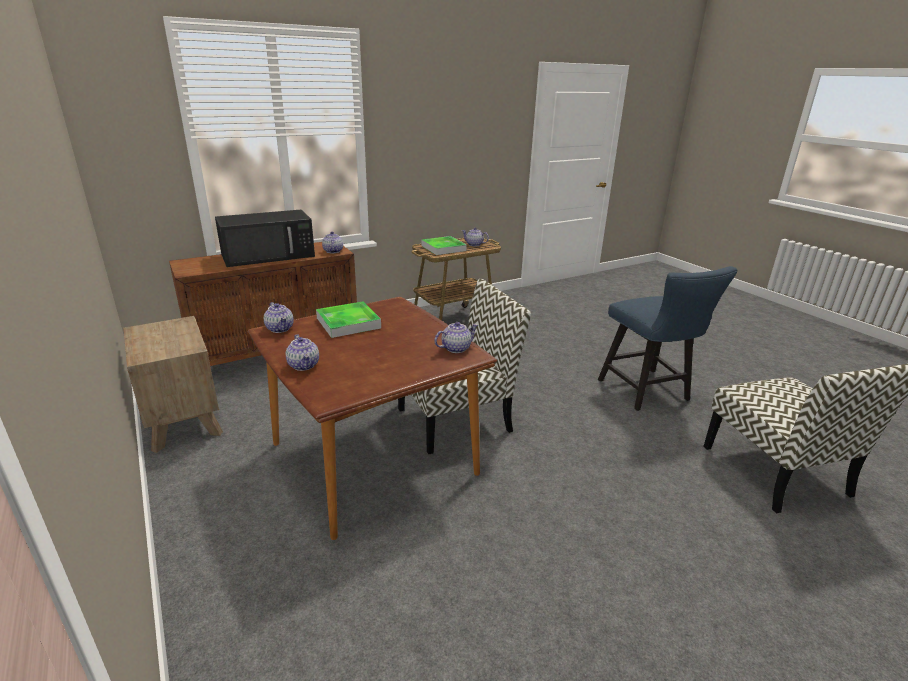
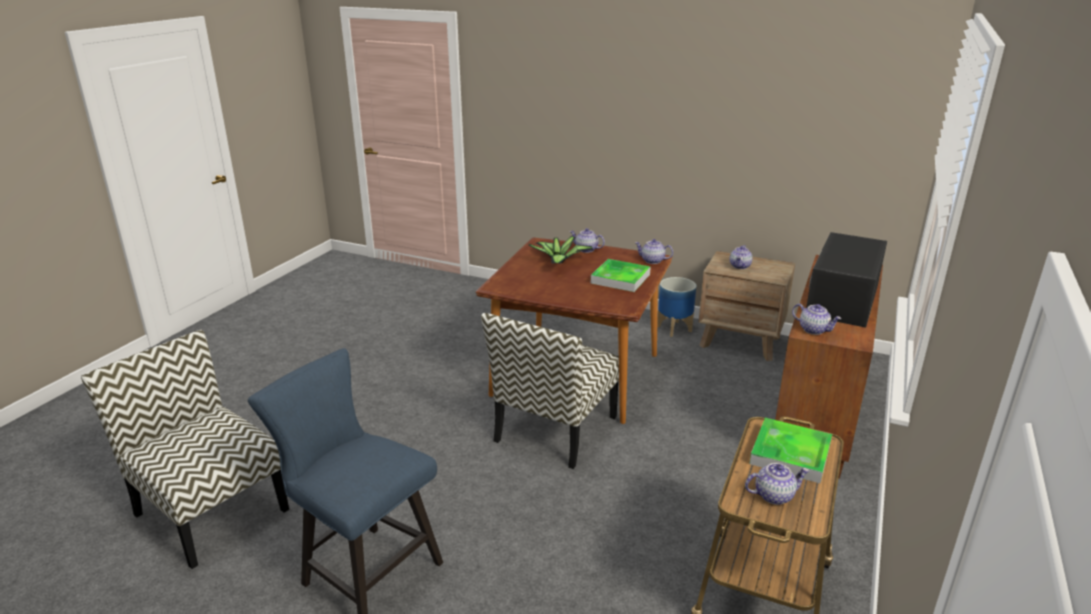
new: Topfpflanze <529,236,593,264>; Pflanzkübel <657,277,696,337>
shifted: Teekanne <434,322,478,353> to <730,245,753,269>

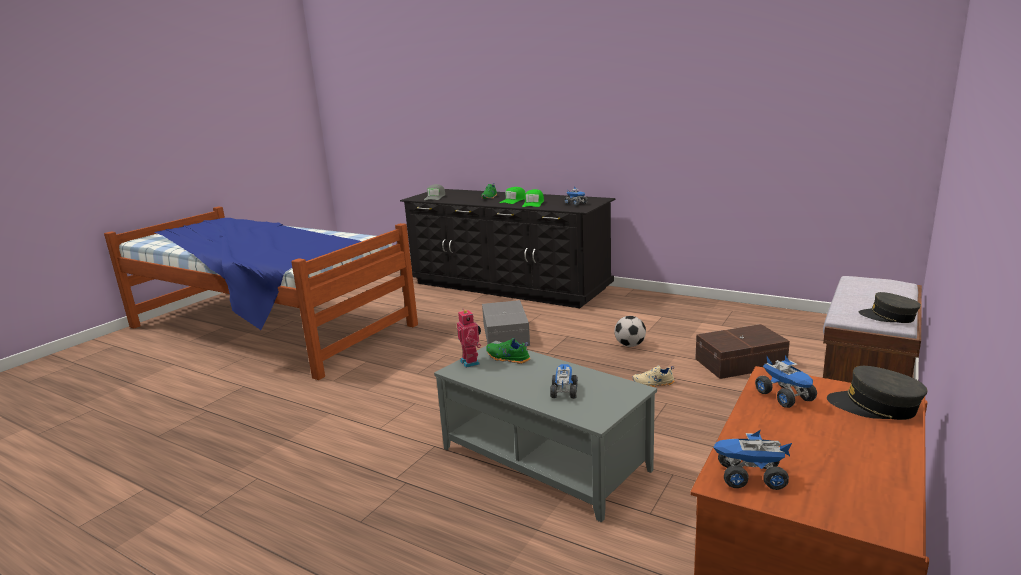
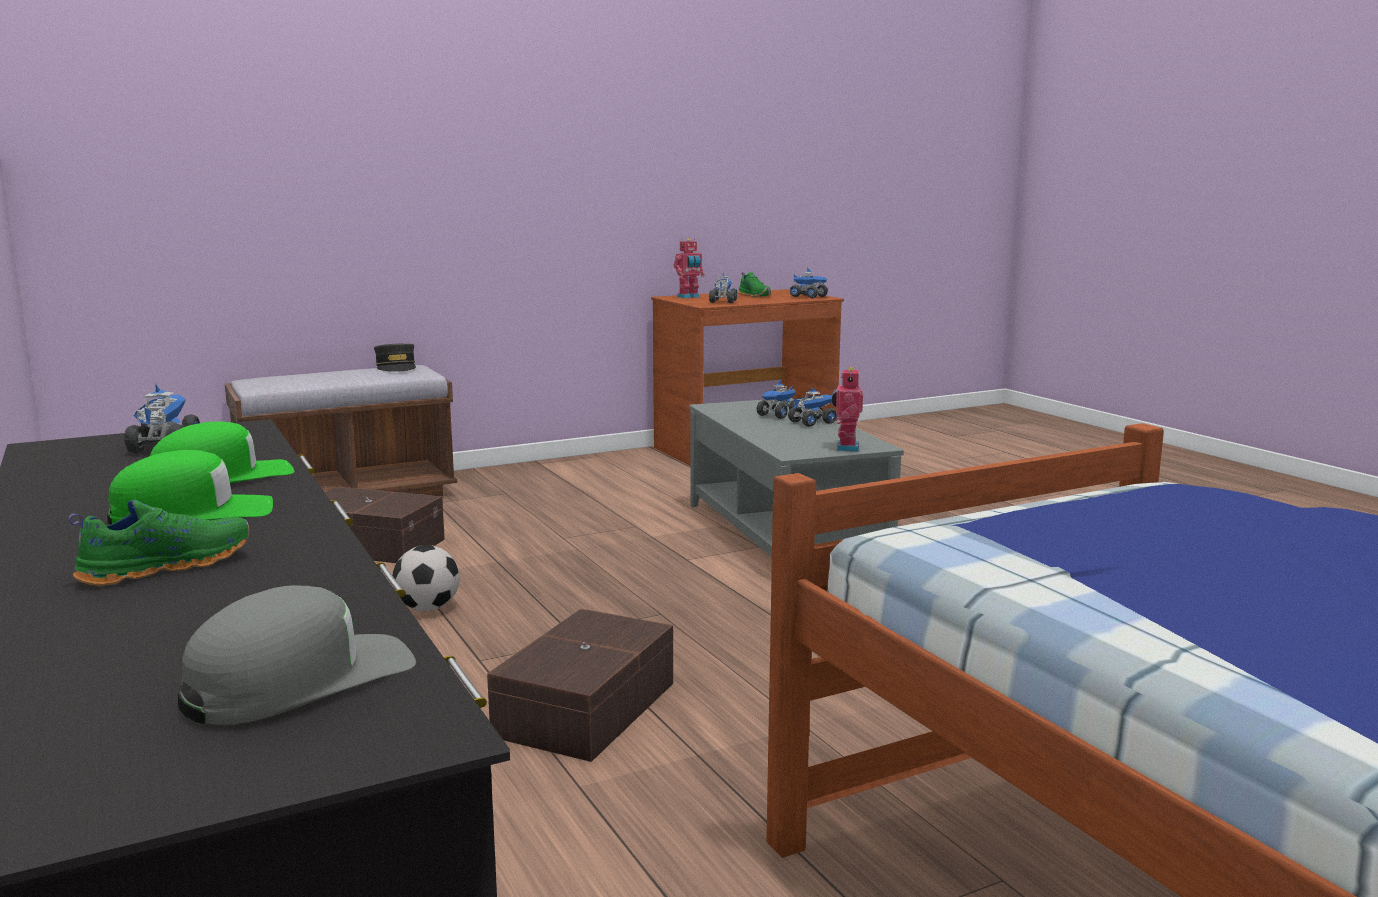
gone: Schuh [beige] <632,365,675,387>
new: Spielzeuglaster <788,387,837,427>
shifted: Schuh [grün] <486,338,531,364> to <738,272,771,297>
swapped: Kappe [grau] <827,366,927,420> to Spielzeugroboter <674,238,705,298>
repainted: Aufbewahrungsbox [grau] <482,300,530,346> to Aufbewahrungsbox [braun] <487,609,673,762>

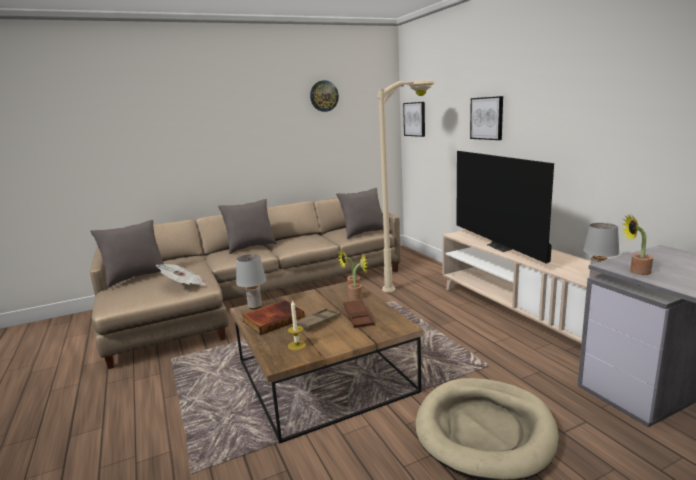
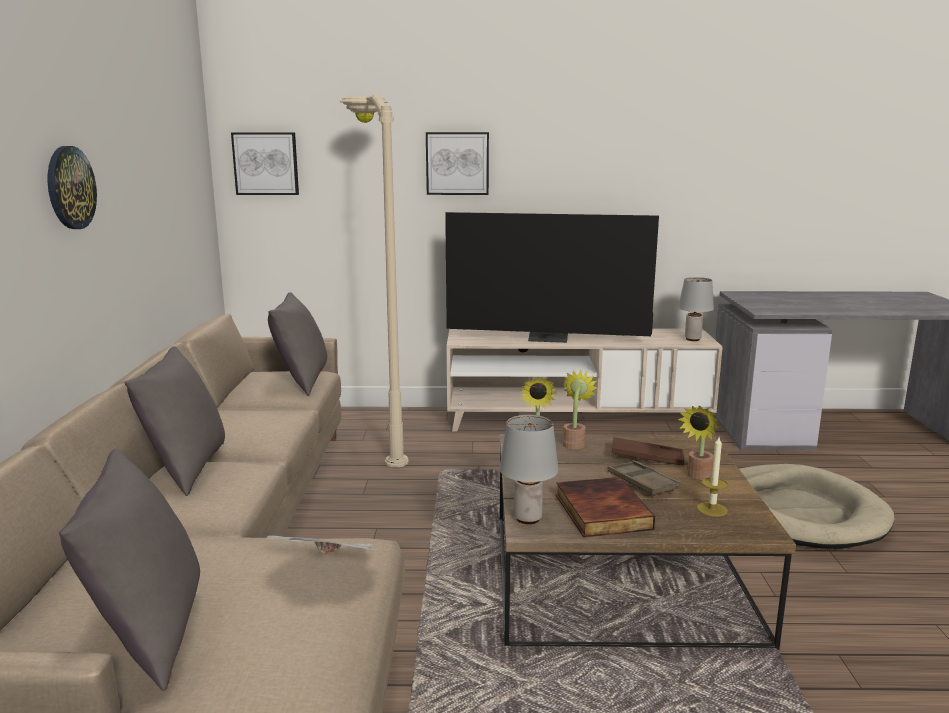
shifted: Wanduhr <310,80,339,112> to <47,146,97,229>; Topfpflanze <621,215,653,275> to <678,405,719,480>

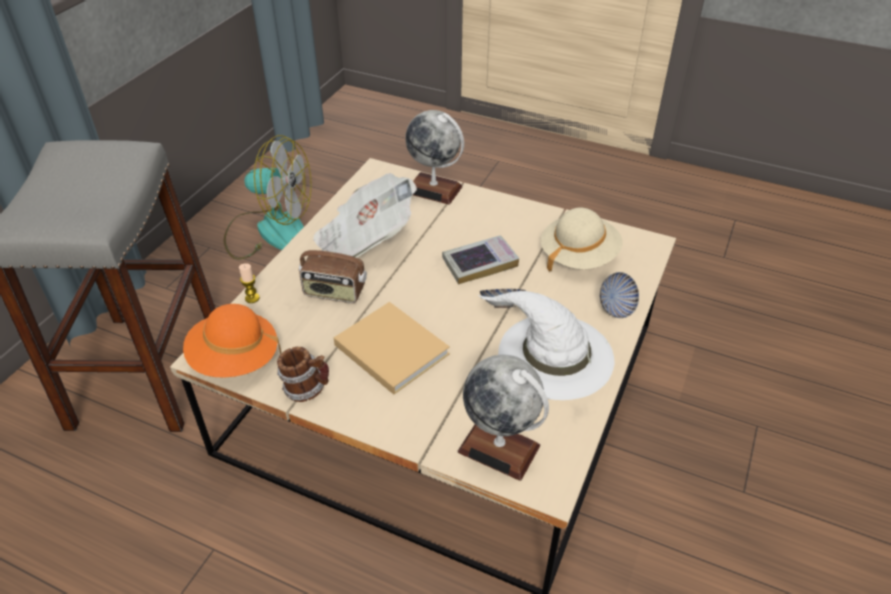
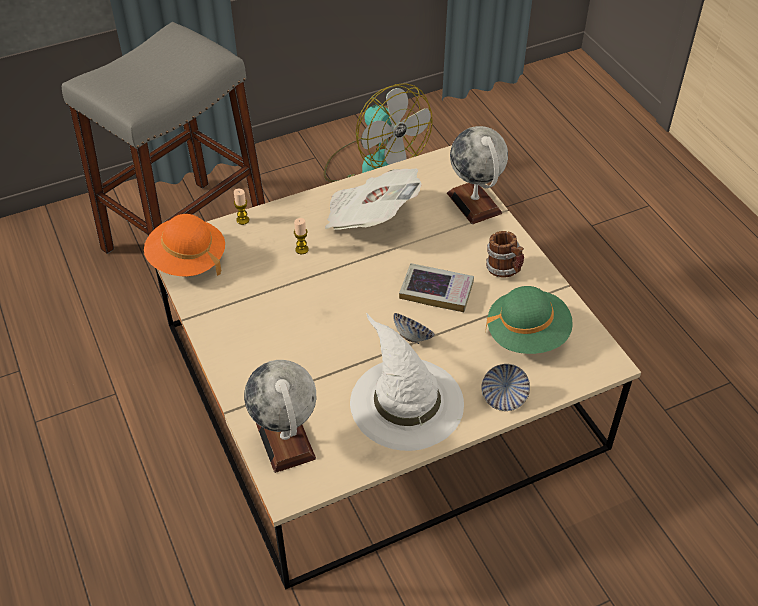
gone: Buch [beige] <334,302,450,394>
shifted: Henkelbecher <277,347,329,402> to <486,231,524,278>
swapped: Radio <299,234,367,303> to Kerze <294,218,309,254>
repainted: Hut [beige] <540,207,623,272> to Hut [grün] <485,286,573,354>

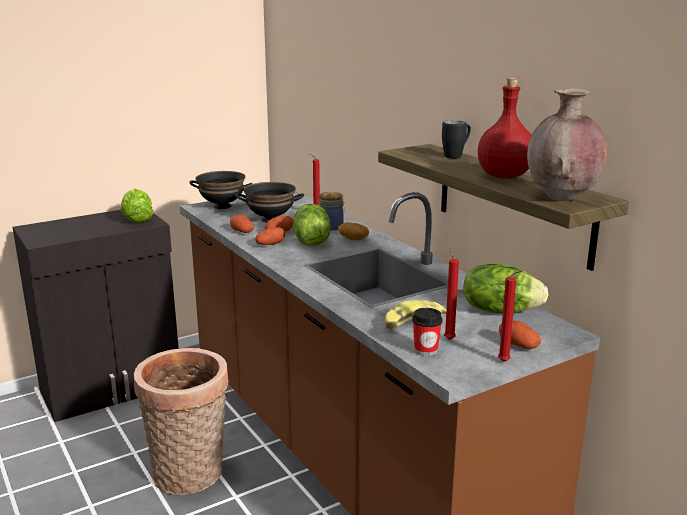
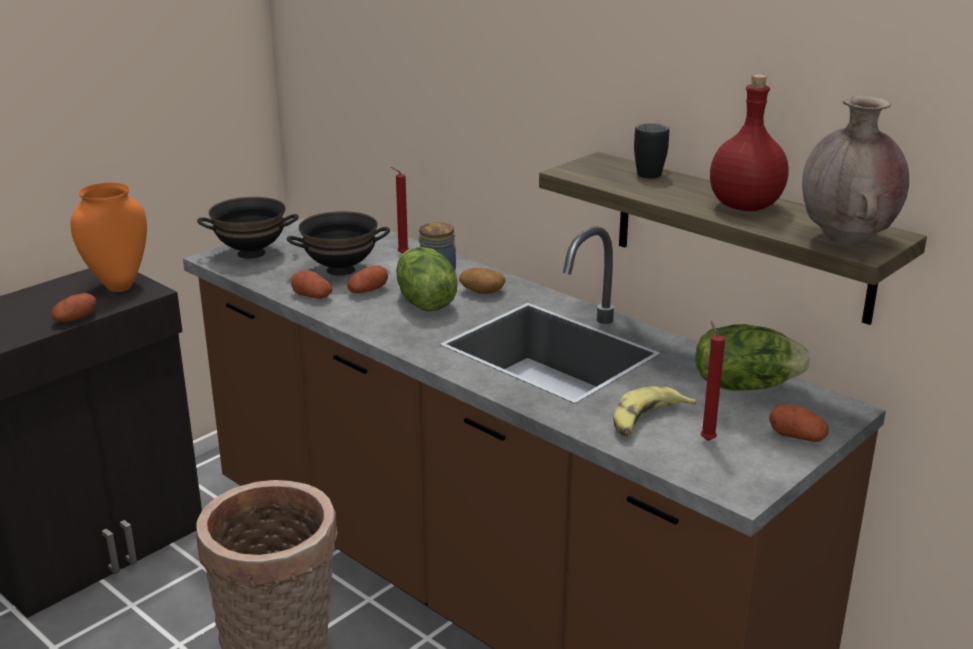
gone: Tasse <412,308,443,357>; Kerze [rot] <498,270,523,362>
shifted: Kartoffel <255,227,285,245> to <51,293,96,322>
swapped: Salatkopf <121,189,154,223> to Vase [orange] <71,182,147,292>

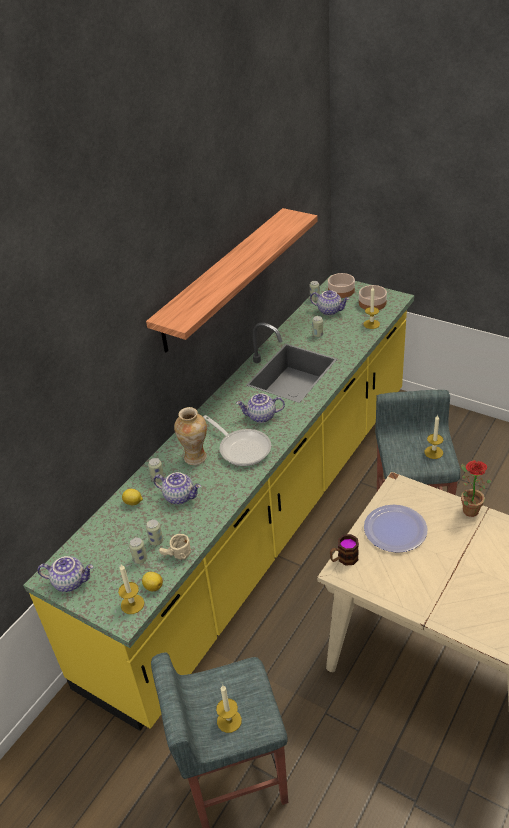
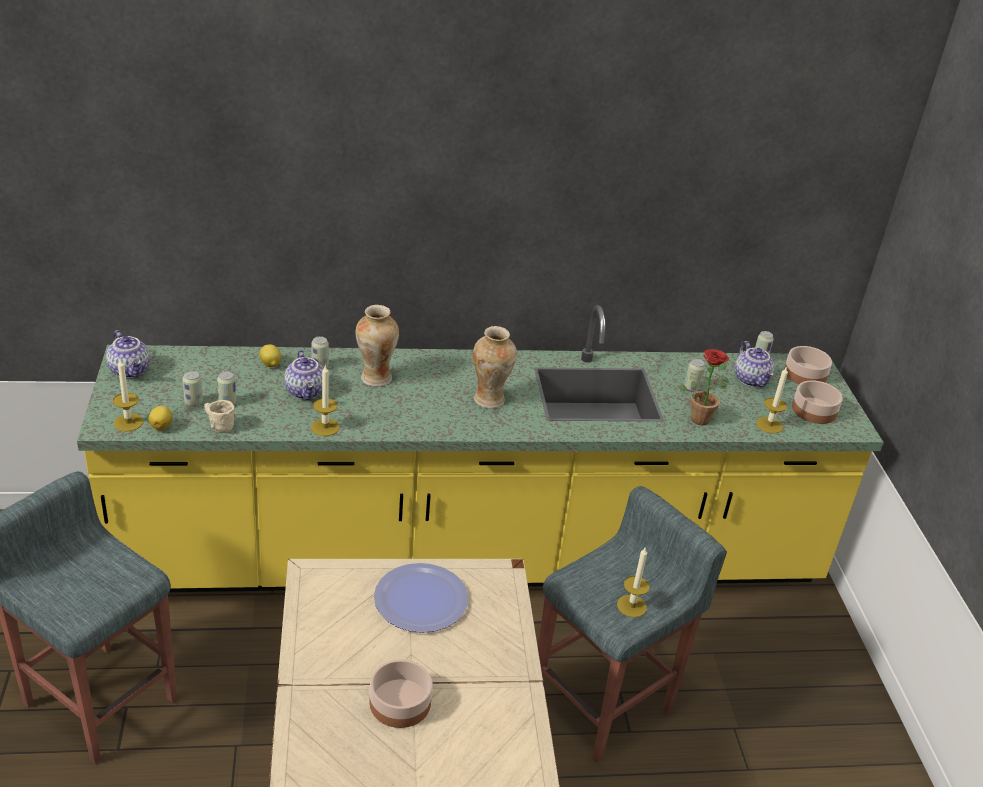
gone: Wandregal <146,208,318,353>; Pfanne <203,415,271,466>; Henkelbecher <330,534,359,566>
new: Schüssel <370,659,433,728>
shifted: Kerze <216,685,242,733> to <311,364,340,436>; Topfpflanze <461,460,492,517> to <678,349,729,425>
swapped: Teekanne <236,393,285,423> to Vase <473,326,517,409>

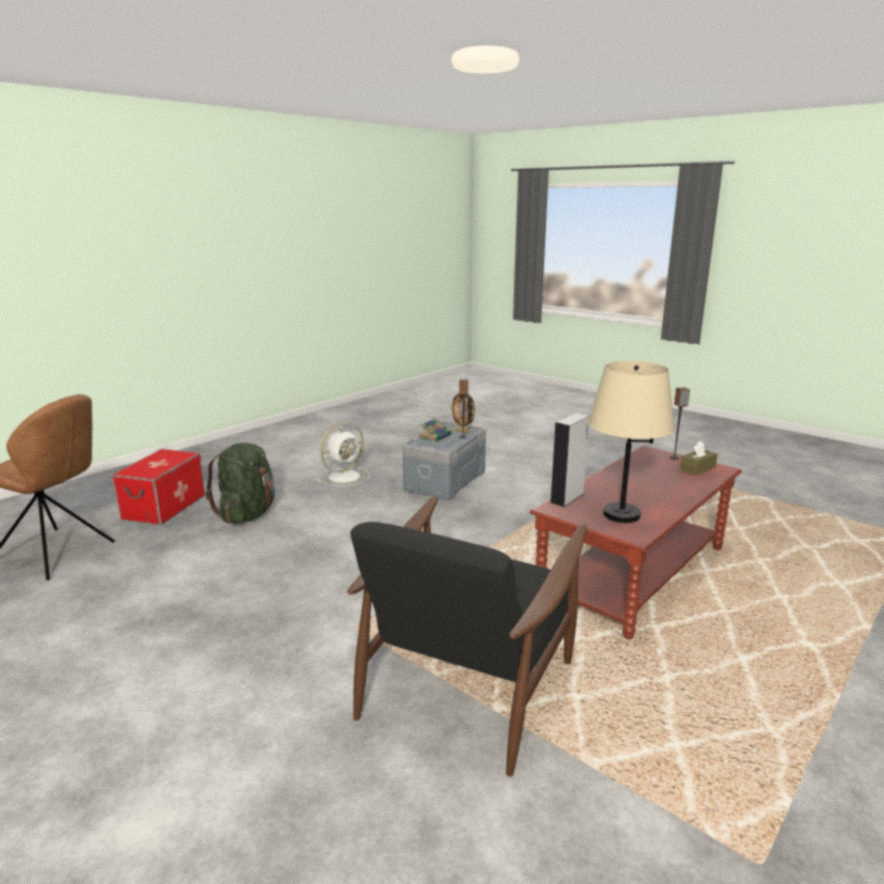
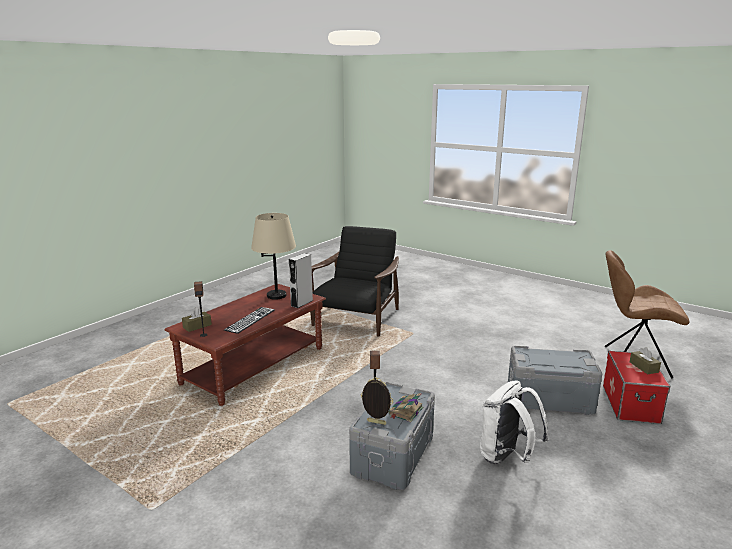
new: Tastatur <224,307,274,334>; Taschentuchbox [braun] <630,347,661,374>
swapped: Ventilator [weiß] <317,422,370,486> to Rucksack [weiß] <480,381,548,464>; Rucksack [grün] <205,443,275,524> to Aufbewahrungsbox [grau] <507,346,602,415>

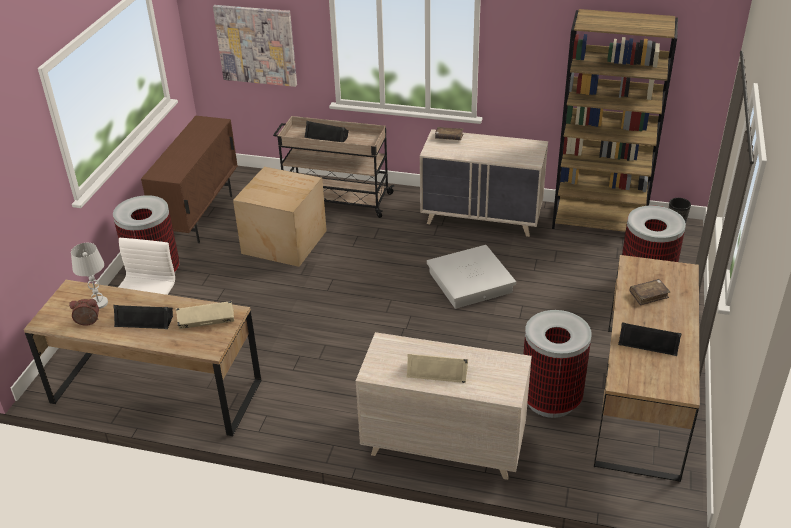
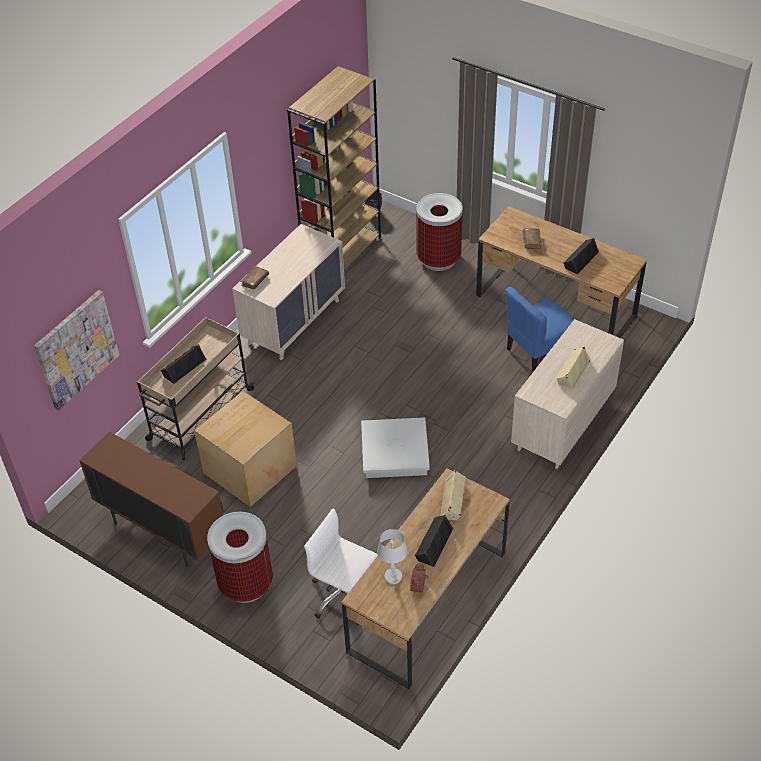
shifted: Aufbewahrungsbox [weiß] <427,245,516,309> to <361,418,430,478>
swapped: Mülleimer <523,310,592,418> to Stuhl [blau] <505,287,574,373>

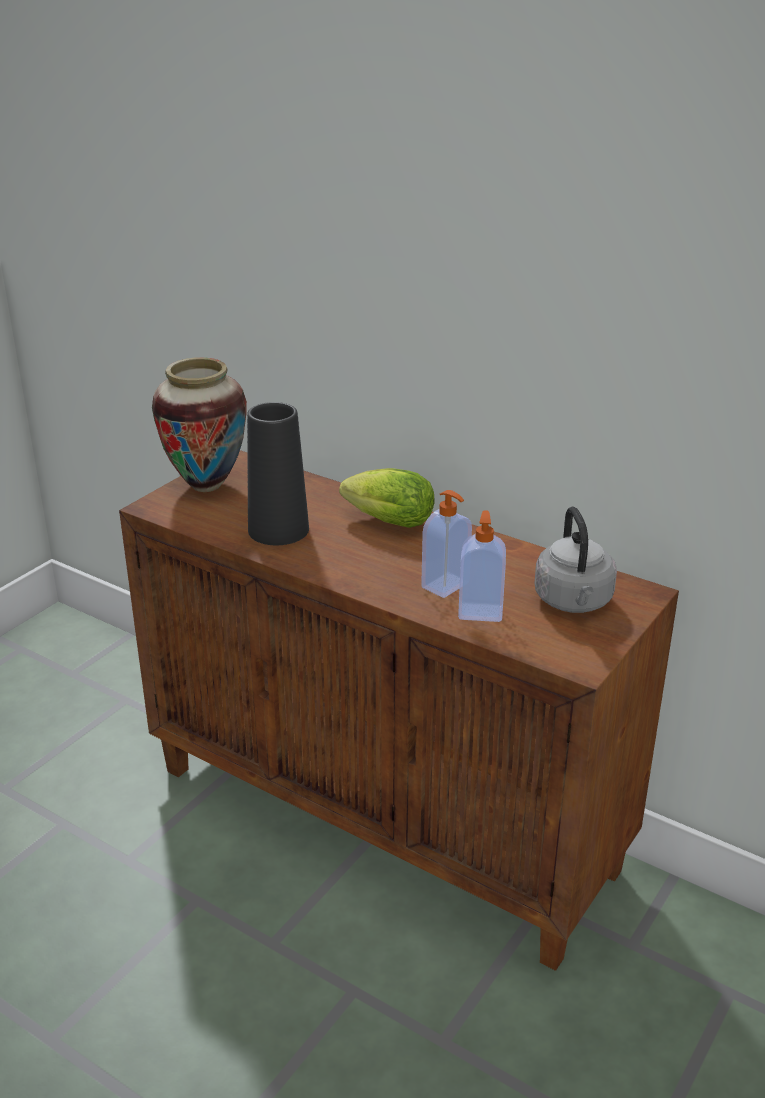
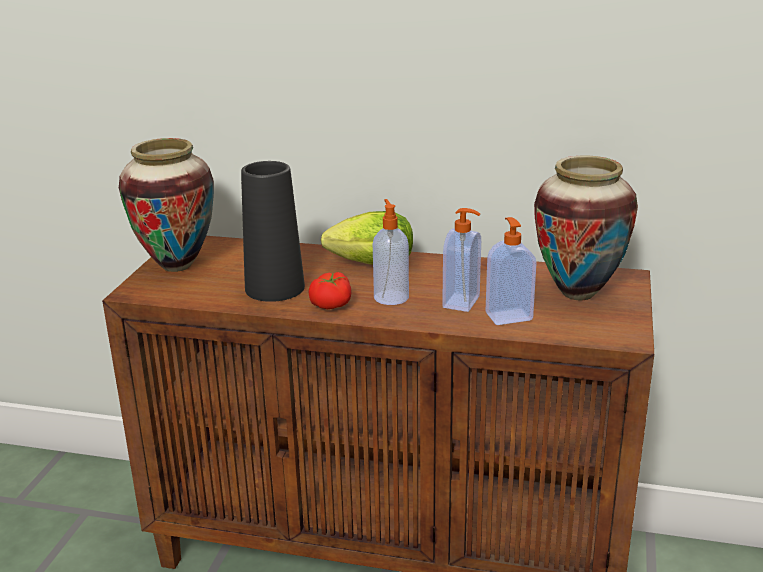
new: Tomate <309,272,352,309>; Seifenspender <373,199,409,305>
swapped: Wasserkessel [grau] <535,507,617,613> to Vase <534,155,638,300>

